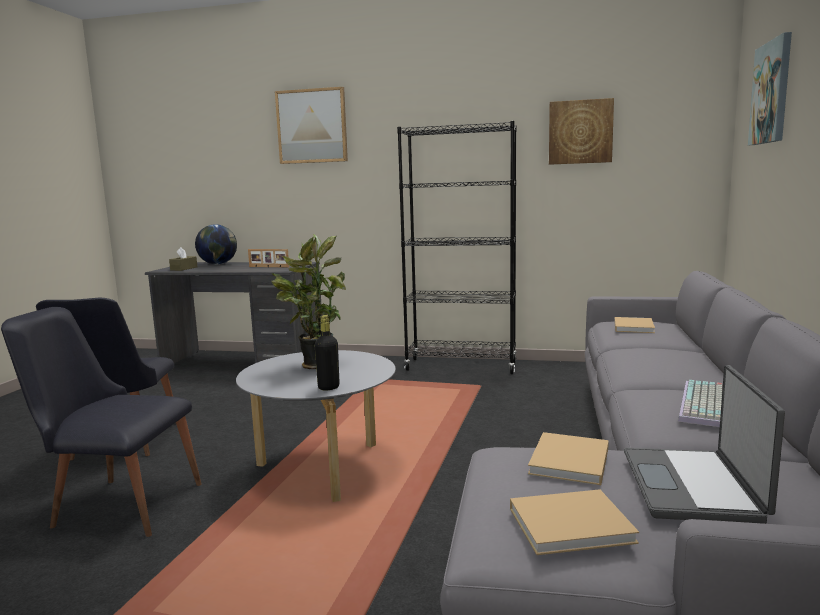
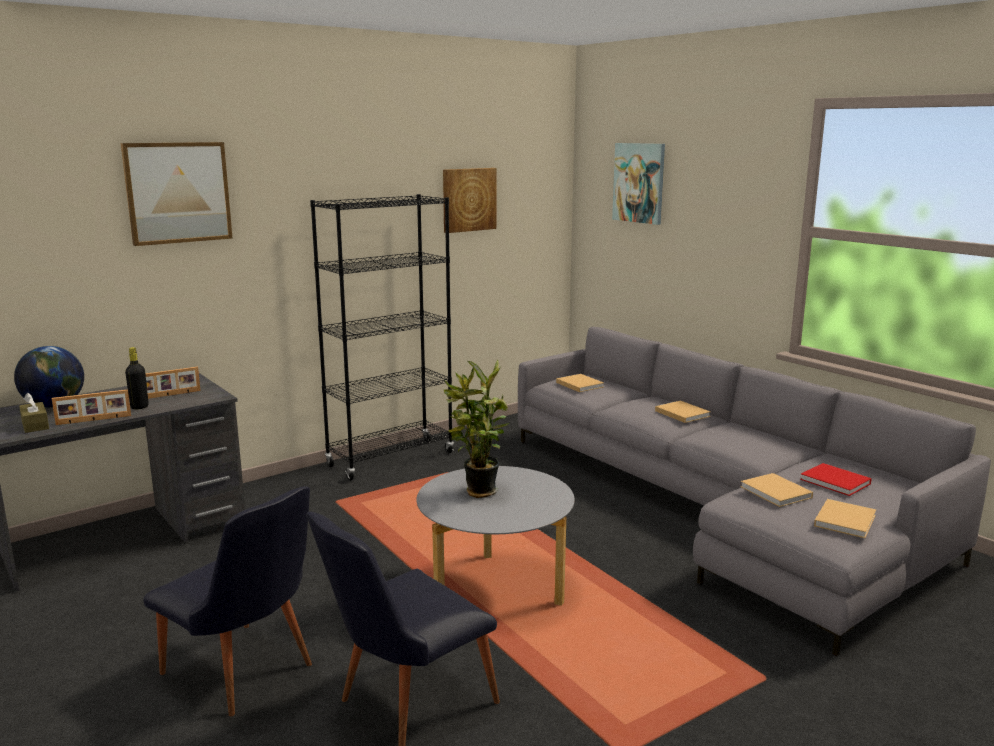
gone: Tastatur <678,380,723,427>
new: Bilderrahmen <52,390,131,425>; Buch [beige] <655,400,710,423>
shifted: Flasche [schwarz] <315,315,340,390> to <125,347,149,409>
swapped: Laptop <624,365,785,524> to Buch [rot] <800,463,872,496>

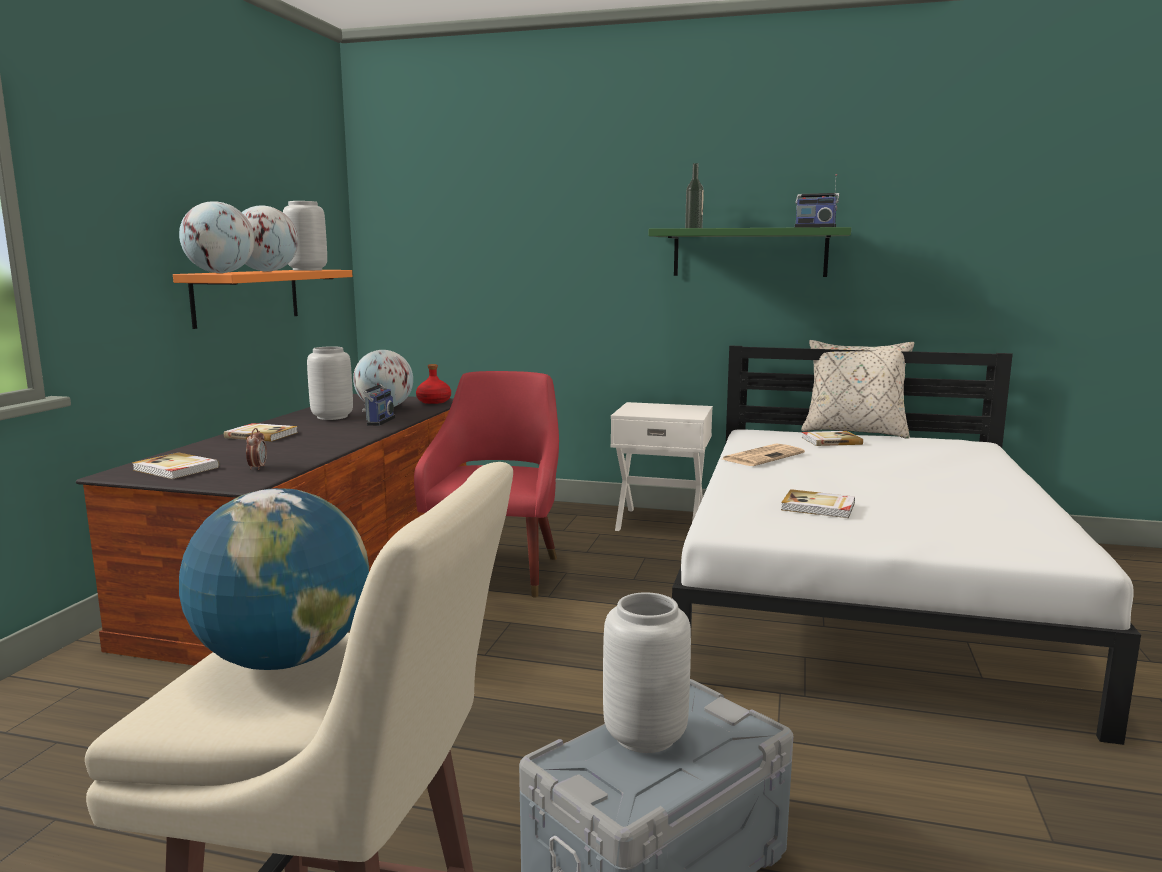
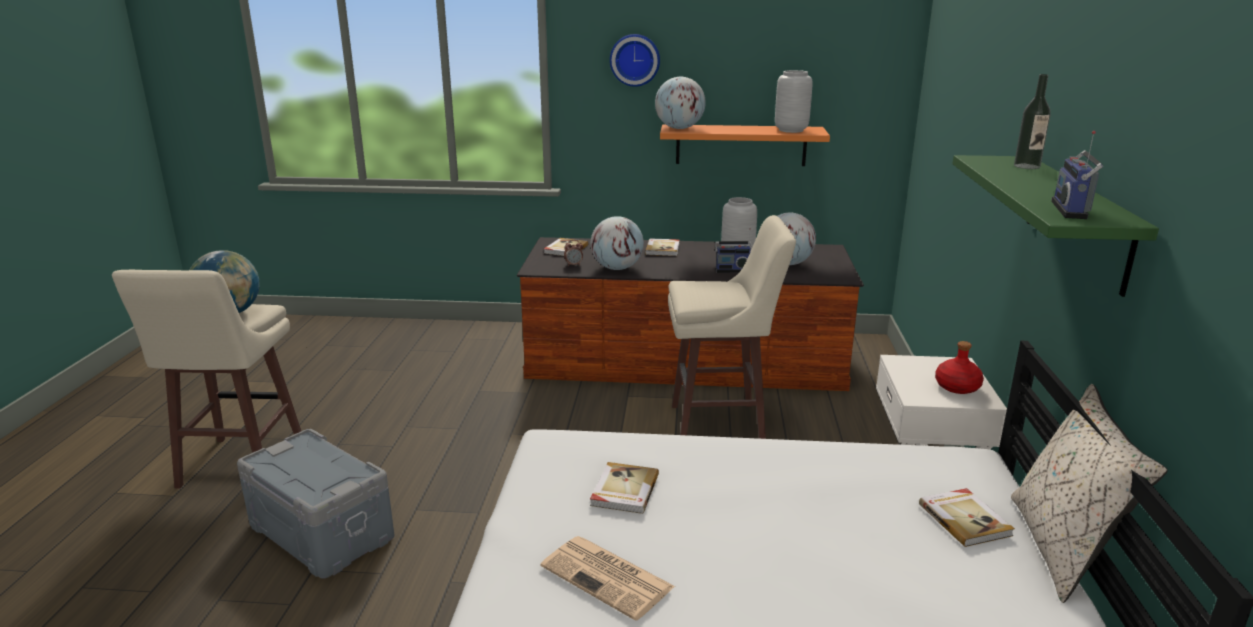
gone: Vase [grau] <603,592,691,753>
new: Wanduhr <610,34,660,87>
shifted: Zeitung <723,443,805,466> to <541,536,675,621>; Globus <242,205,298,272> to <591,216,644,270>; Flasche [rot] <416,364,451,404> to <935,341,984,394>
swapped: Sessel [rot] <414,371,559,597> to Hocker [beige] <668,215,796,439>

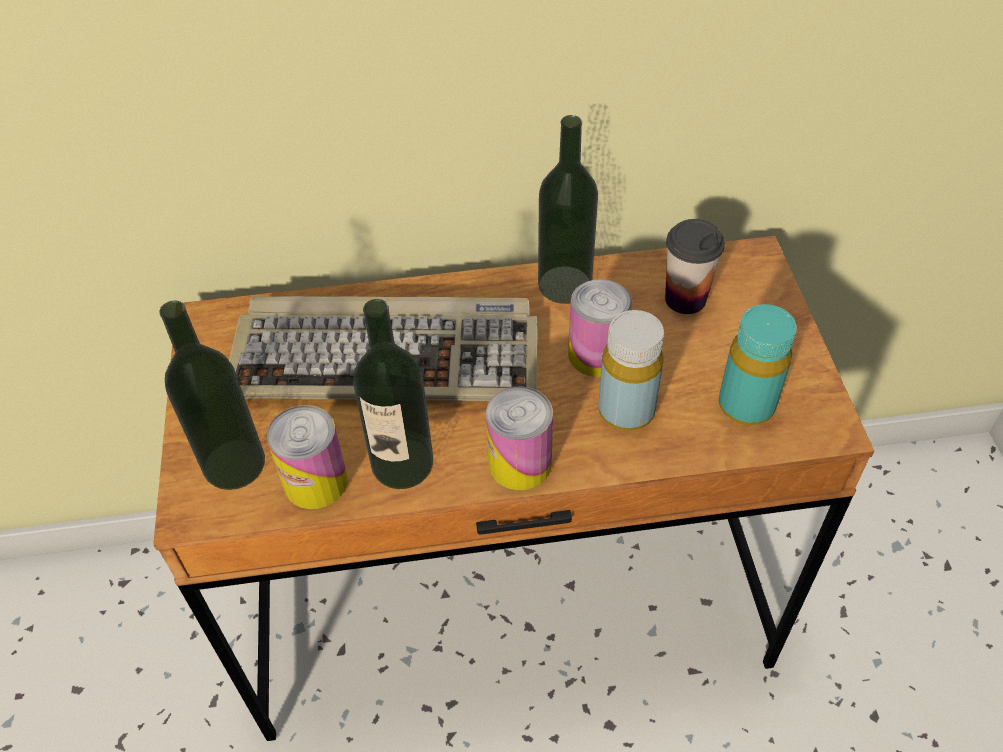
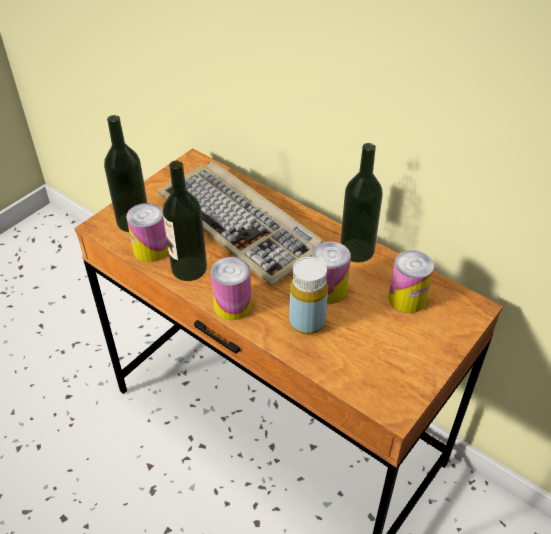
gone: Flasche [türkis] <719,304,797,425>
swapped: Tasse <665,219,725,314> to Dose <389,250,434,313>

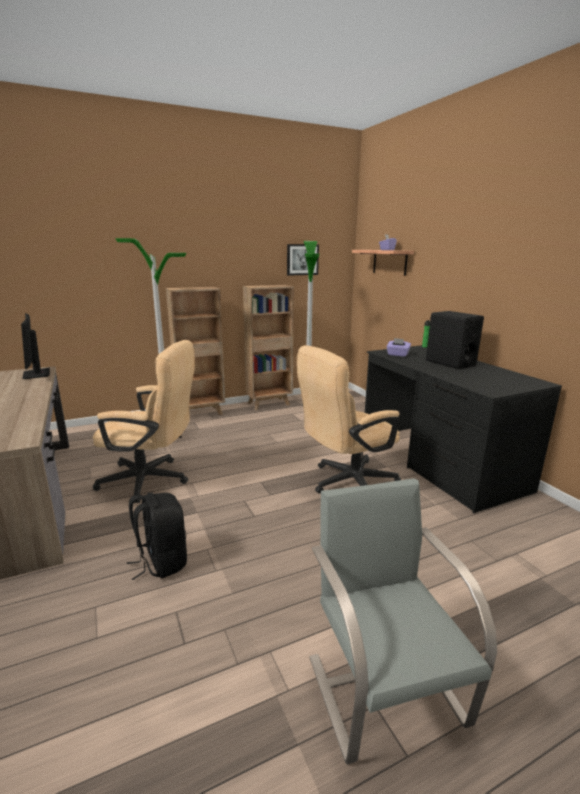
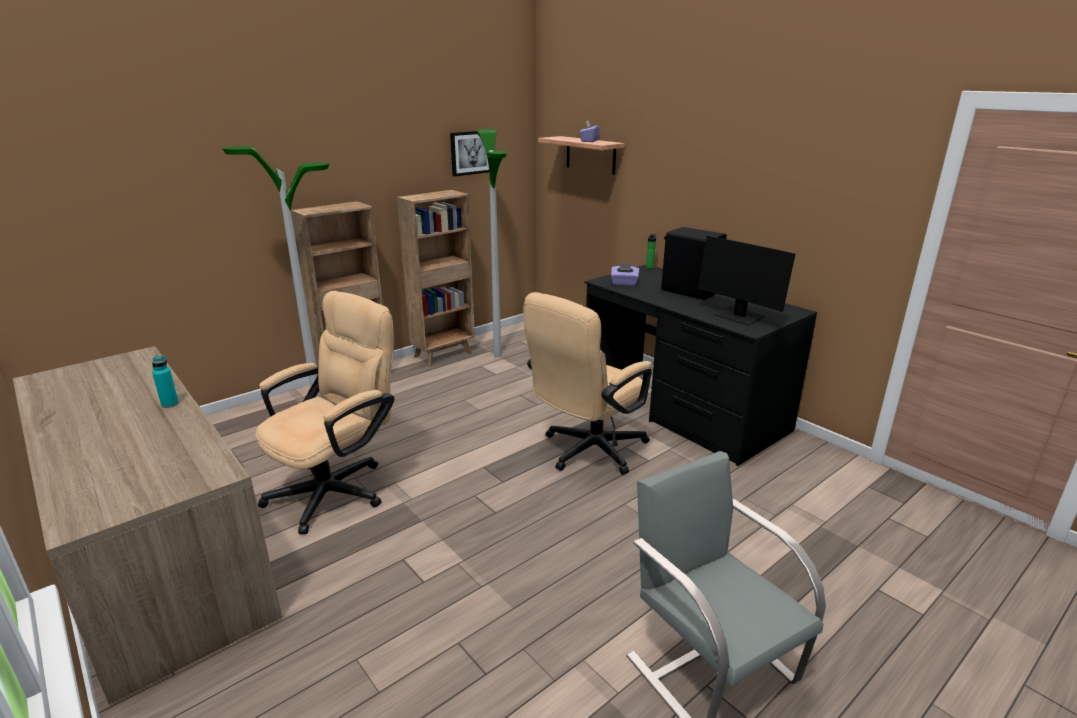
gone: Rucksack [schwarz] <127,492,187,580>
new: Flasche [türkis] <152,355,179,408>
shifted: Monitor <21,313,50,379> to <698,236,795,325>
rotated: Bürostuhl [beige] <92,340,195,503> = <255,291,395,534> 45 degrees counterclockwise

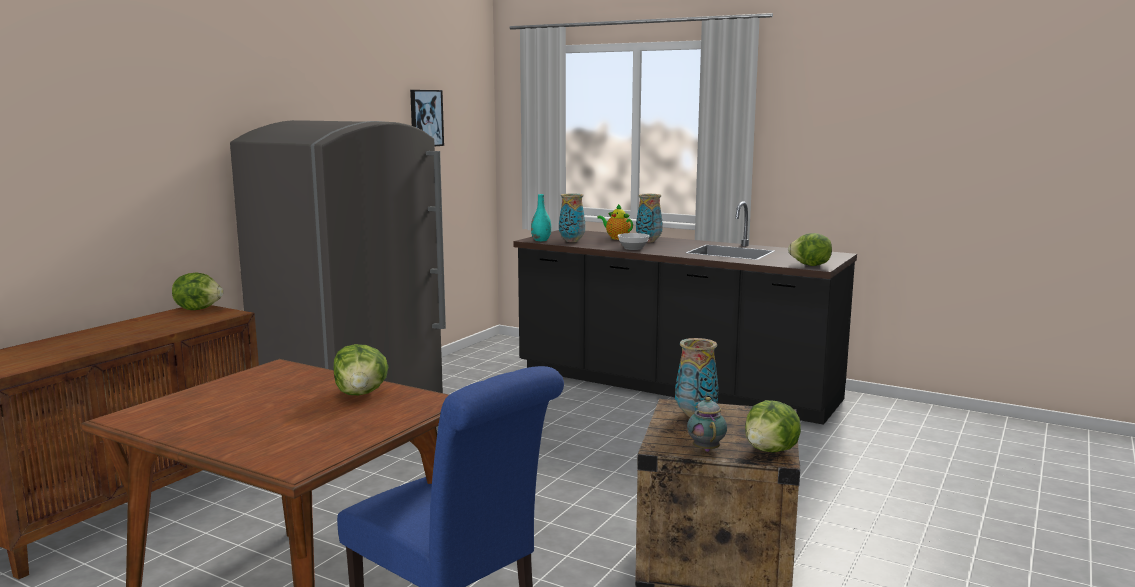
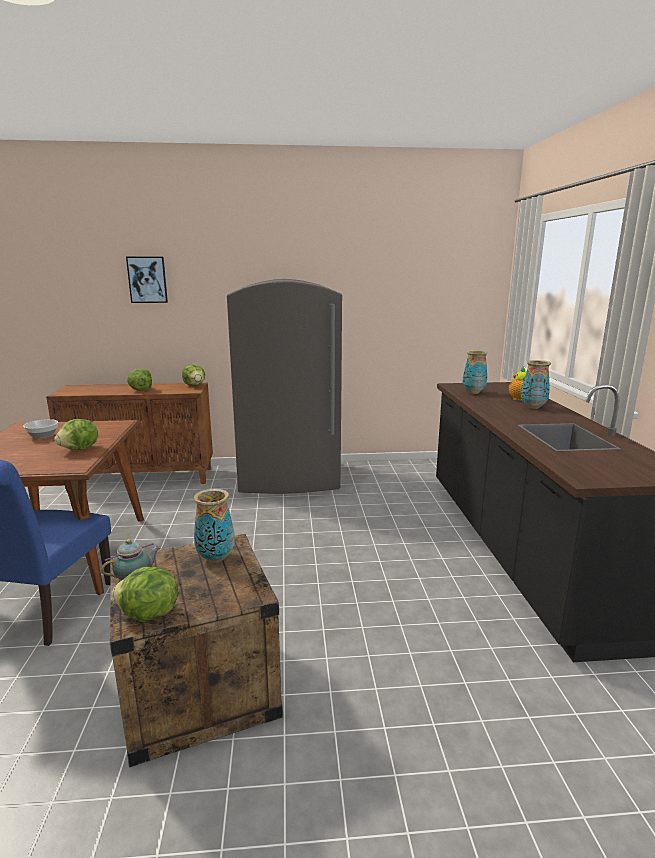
gone: Vase [türkis] <531,194,551,241>
shifted: Schüssel <618,233,649,250> to <23,419,58,439>; Bild <410,90,444,146> to <126,257,168,303>; Salatkopf <788,233,832,266> to <127,369,152,391>

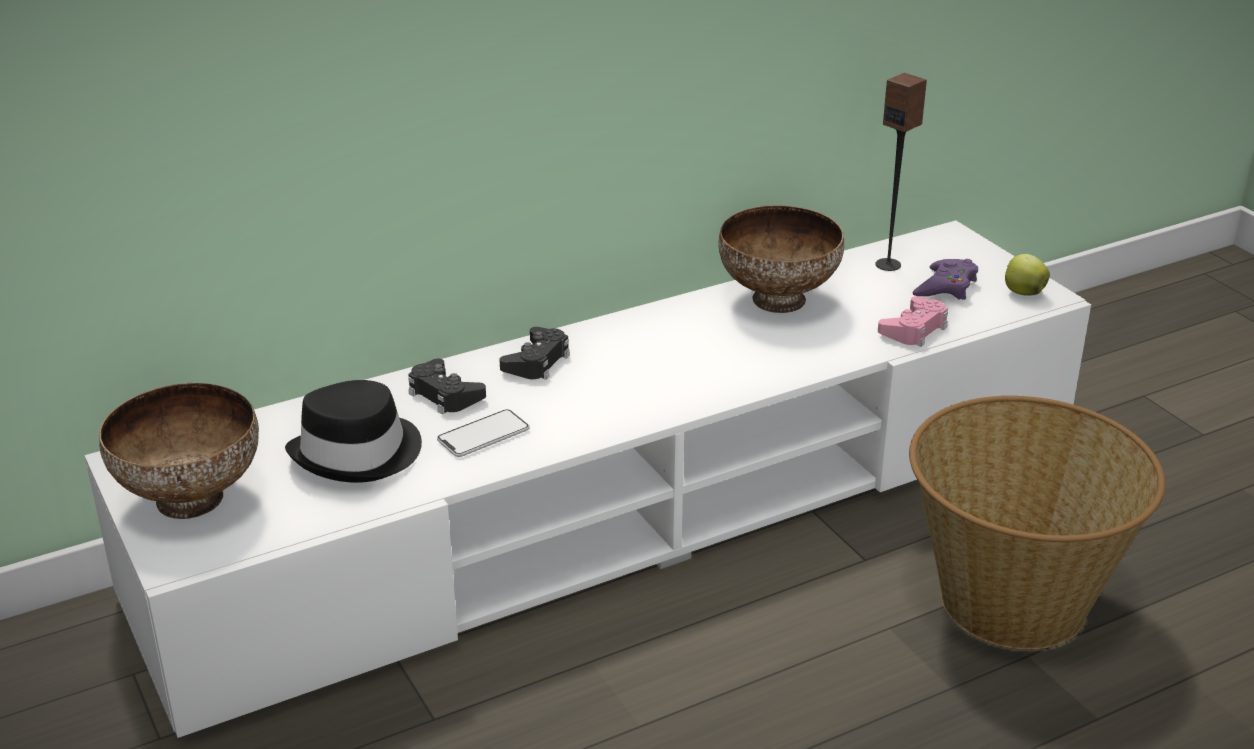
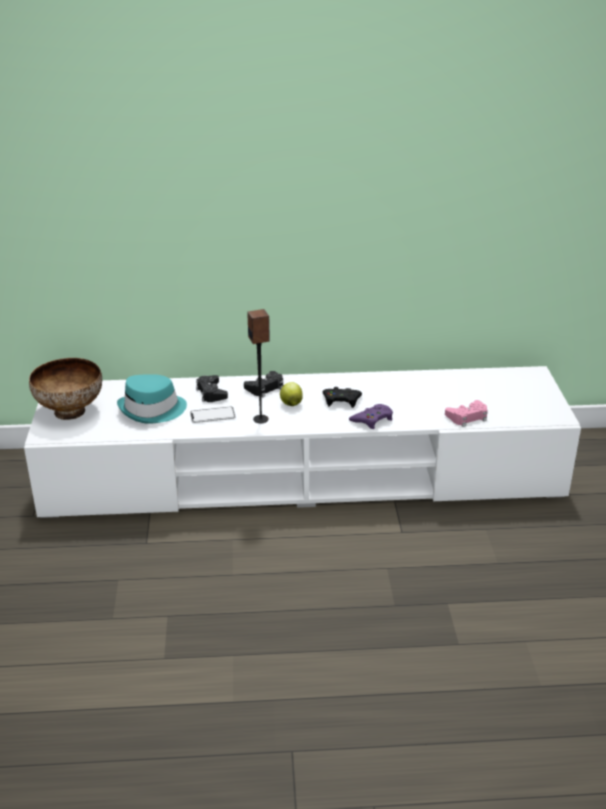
gone: Schüssel <718,205,844,313>; Korb <909,396,1165,650>
new: Gamepad [schwarz] <323,387,362,408>
shifted: Lautsprecher <875,73,927,271> to <247,309,270,423>; Apfel <1005,254,1050,296> to <280,382,303,406>; Gamepad [lila] <913,259,978,300> to <349,404,393,429>
repainted: Hut [schwarz] <285,380,422,483> to Hut [türkis] <117,374,187,424>

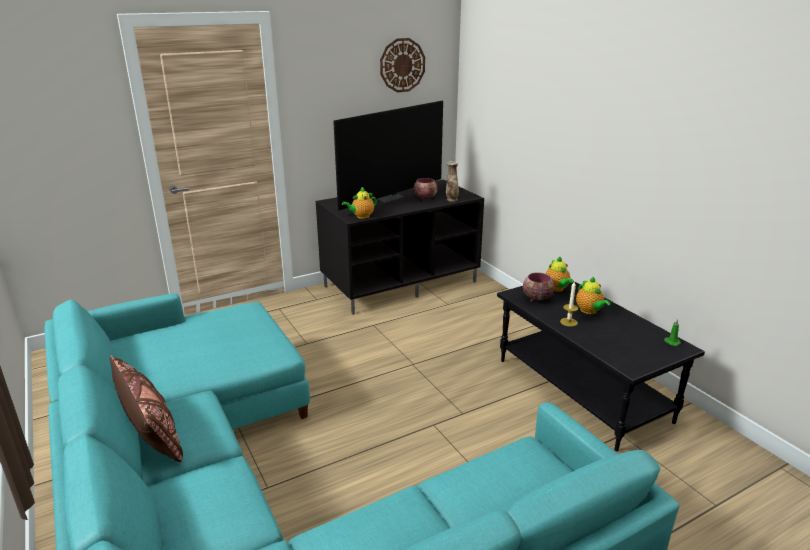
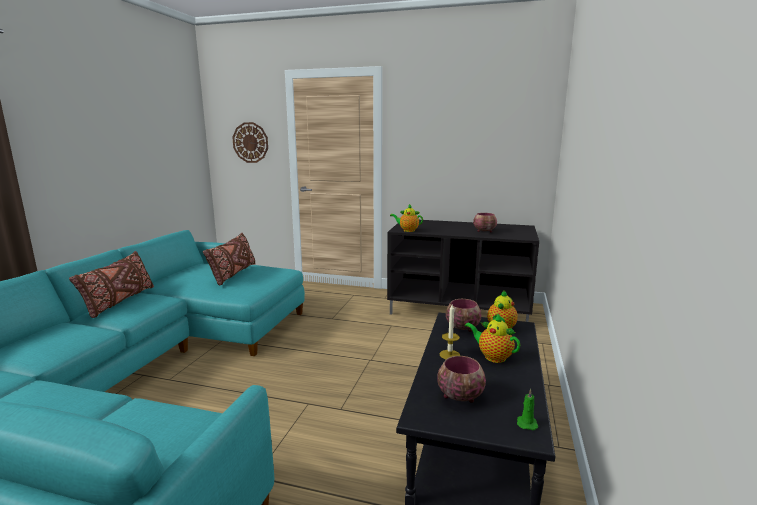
gone: Fernseher <333,101,443,211>; Vase <446,161,459,202>
new: Kissen [braun] <203,233,256,286>; Schüssel <437,356,486,403>
shifted: Wanduhr <380,38,425,92> to <232,122,268,163>
rotated: Teekanne <576,277,611,314> = <465,314,520,363> 105 degrees clockwise

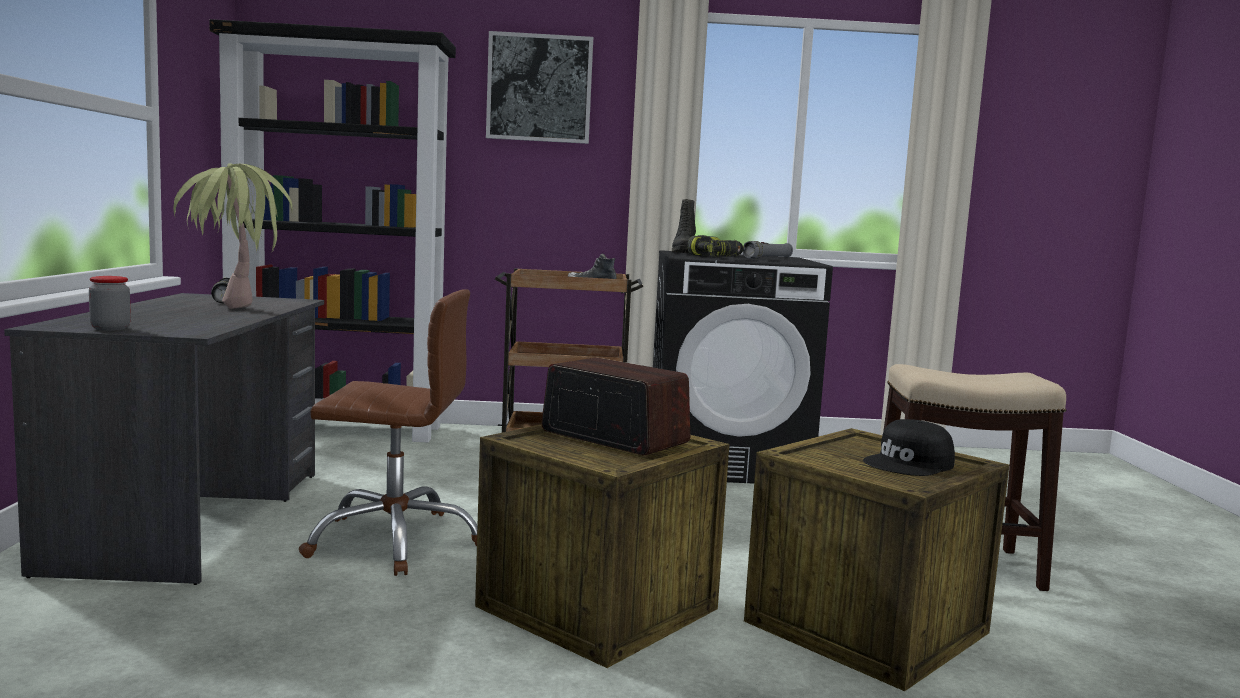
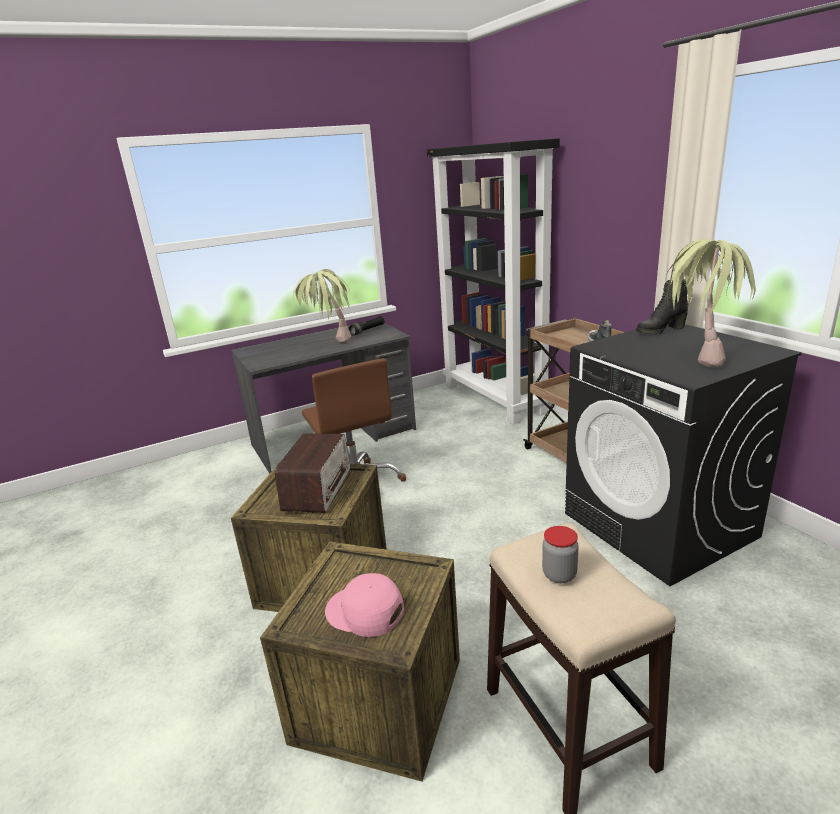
gone: Bild <486,31,593,144>; Bohrmaschine <687,235,745,257>
shifted: Vorratsglas <89,276,131,331> to <542,526,579,583>
swapped: Taschenlampe [grau] <742,241,793,259> to Topfpflanze <666,239,756,367>
repainted: Kappe [schwarz] <863,419,955,476> to Kappe [rosa] <325,573,404,637>

